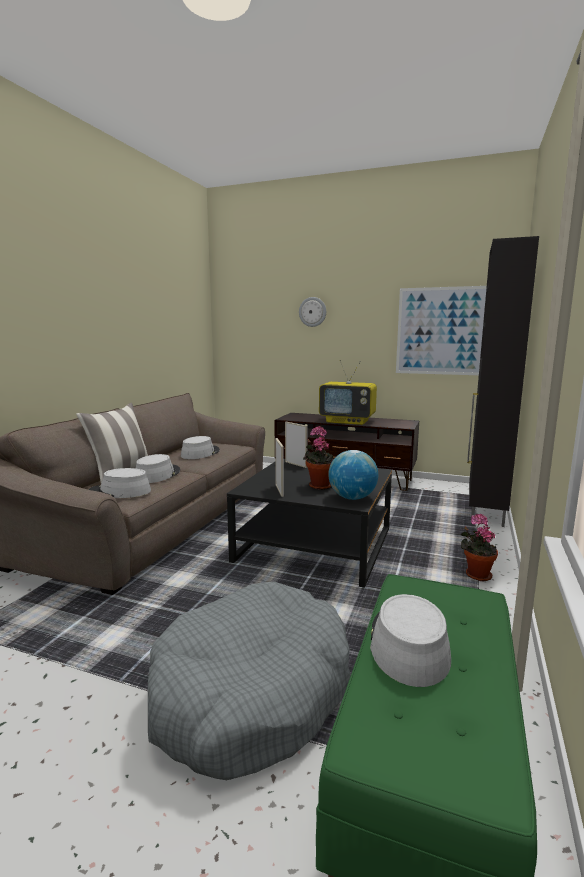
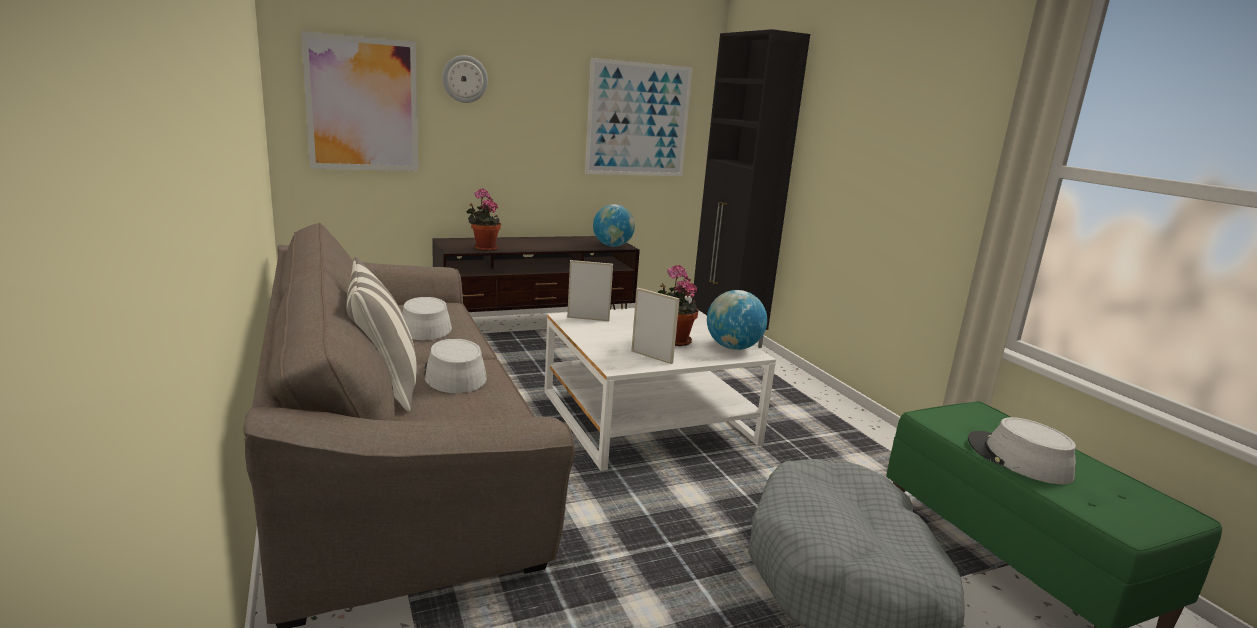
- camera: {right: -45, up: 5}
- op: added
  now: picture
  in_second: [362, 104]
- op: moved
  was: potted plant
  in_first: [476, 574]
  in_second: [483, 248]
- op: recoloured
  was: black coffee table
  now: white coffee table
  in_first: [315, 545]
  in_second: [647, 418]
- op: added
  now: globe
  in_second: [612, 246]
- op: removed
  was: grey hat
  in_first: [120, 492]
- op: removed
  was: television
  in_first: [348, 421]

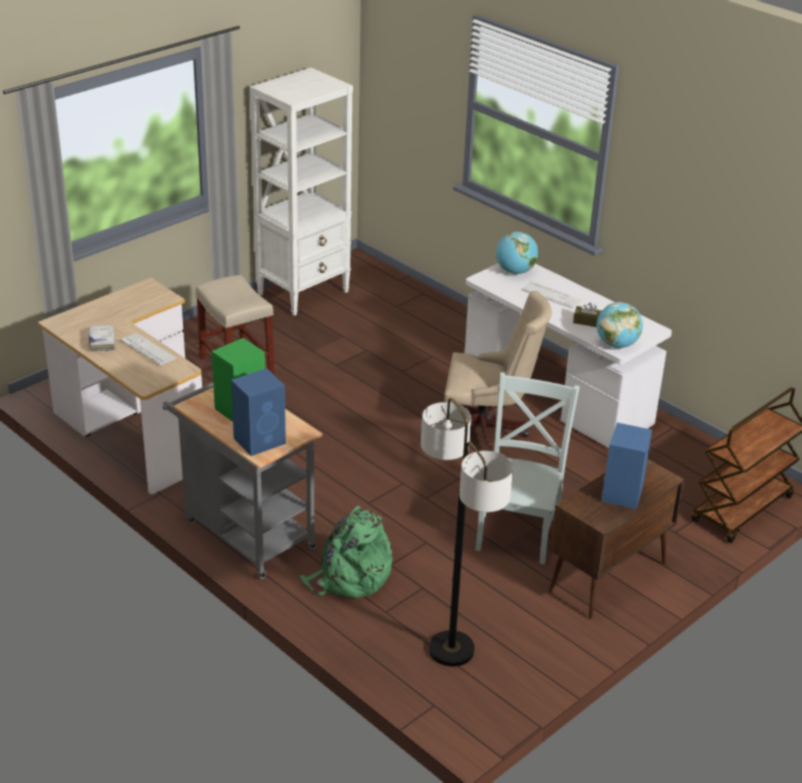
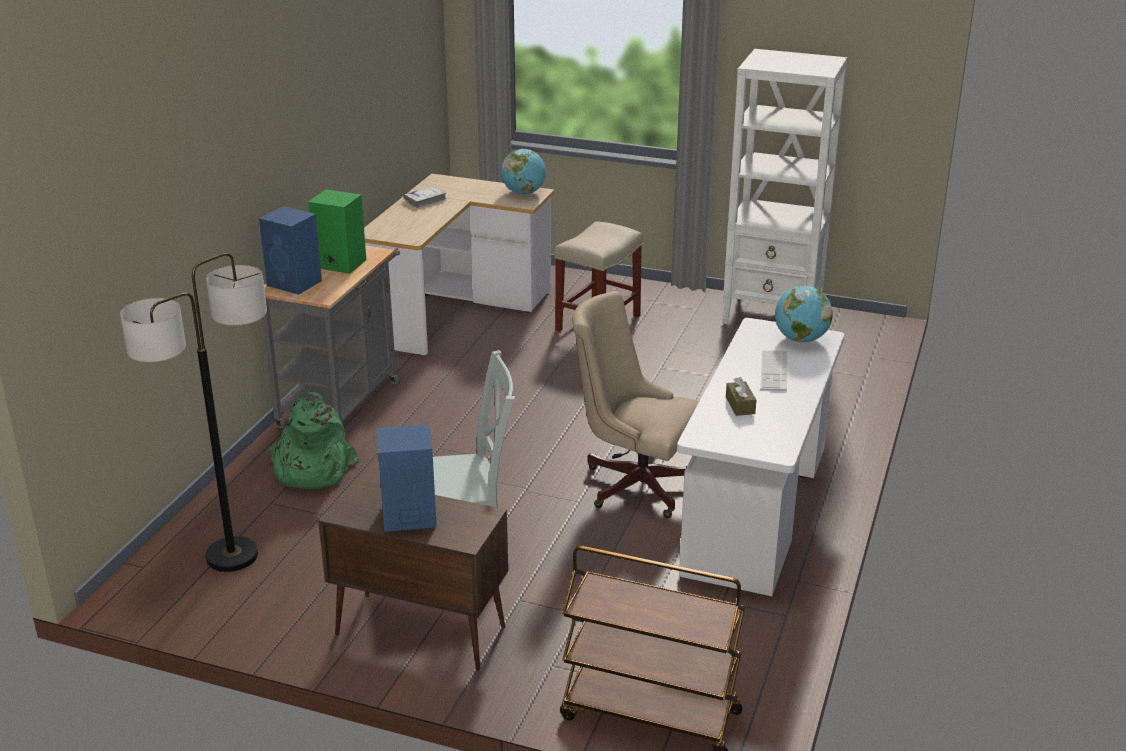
- camera: {right: 65, up: -5}
- op: moved
  was: globe
  in_first: [616, 344]
  in_second: [524, 193]
- op: turned
  was: beige office chair
  in_first: [487, 430]
  in_second: [634, 483]
  clockwise: 135
- op: removed
  was: keyboard
  in_first: [148, 350]

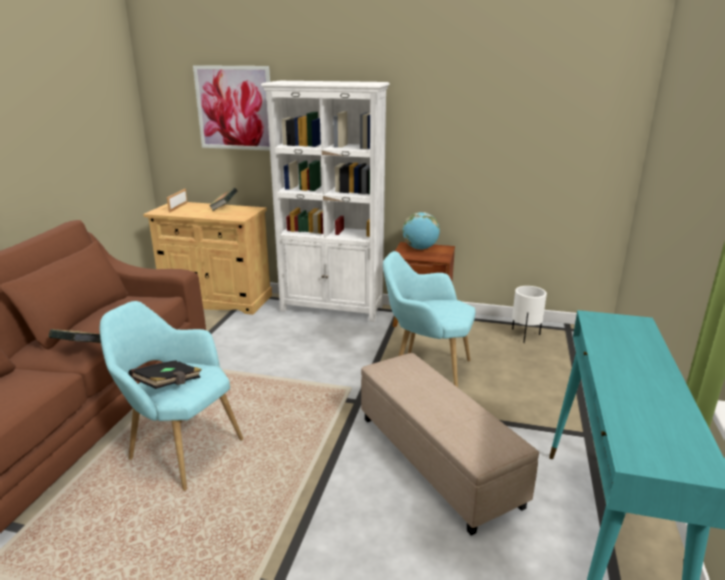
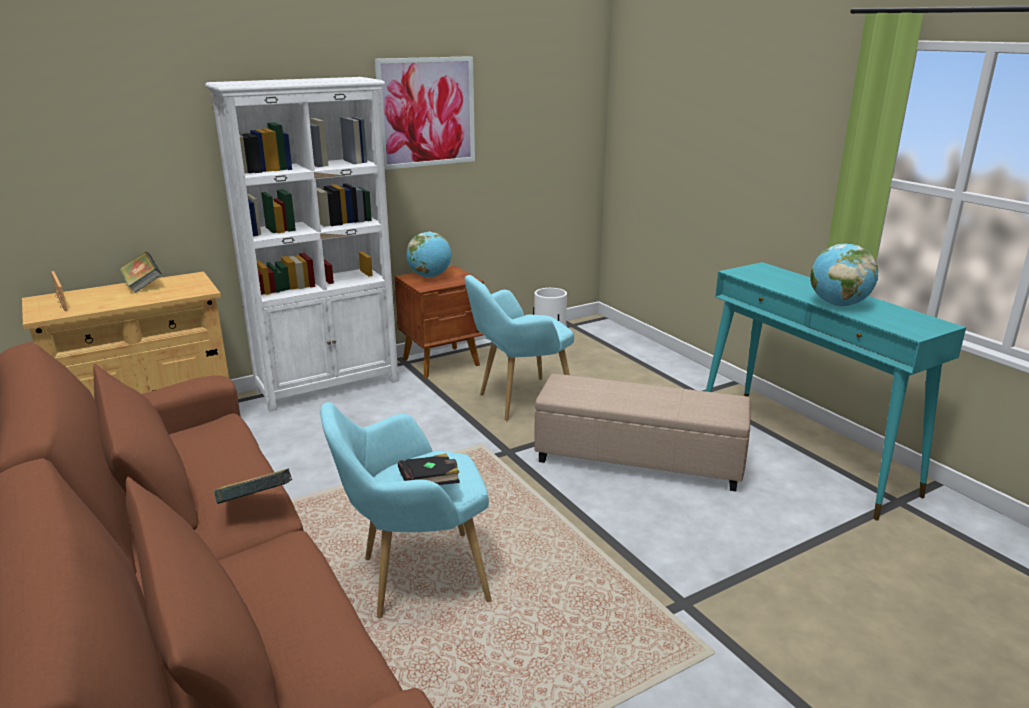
- camera: {right: -45, up: 0}
- op: moved
  was: picture
  in_first: [234, 108]
  in_second: [426, 112]
- op: added
  now: globe
  in_second: [838, 304]

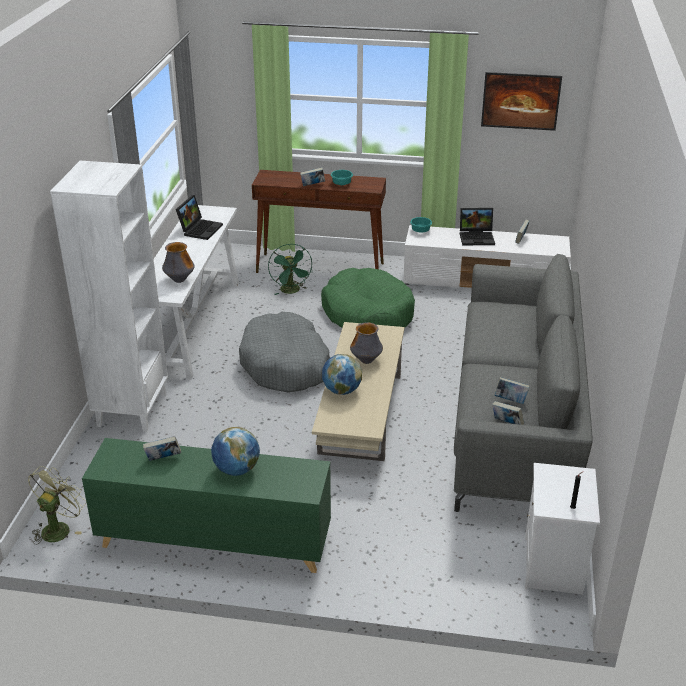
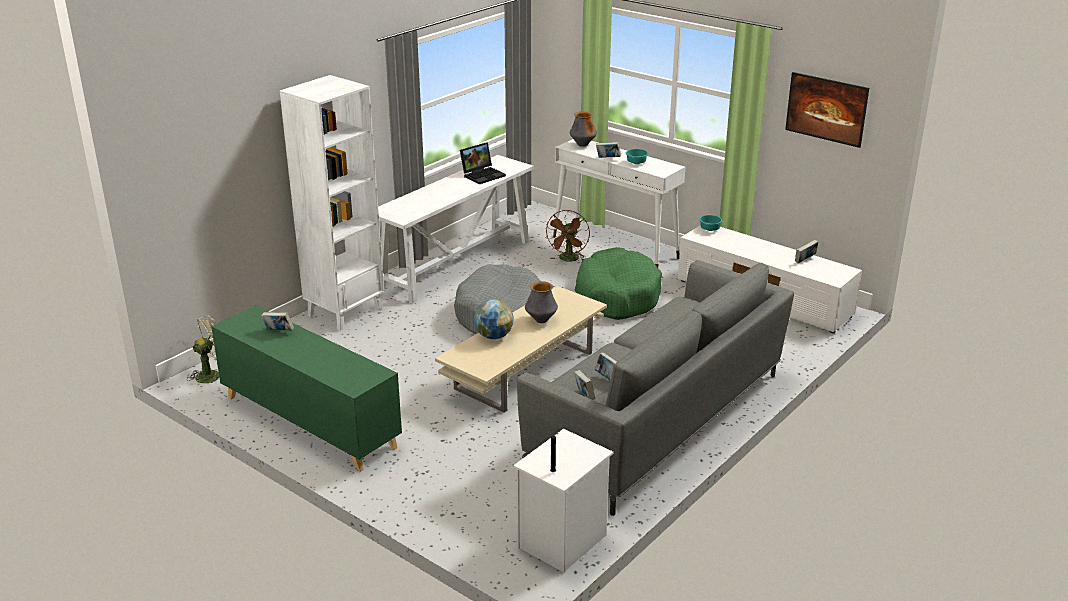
- camera: {right: 30, up: -5}
- op: recoloured
  was: green fan
  now: brown fan
  in_first: [292, 291]
  in_second: [568, 260]
- op: recoloured
  was: brown console table
  now: white console table
  in_first: [321, 268]
  in_second: [615, 247]
- op: moved
  was: vase
  in_first: [179, 280]
  in_second: [582, 145]
- op: removed
  was: globe
  in_first: [236, 469]
- op: removed
  was: laptop
  in_first: [477, 237]

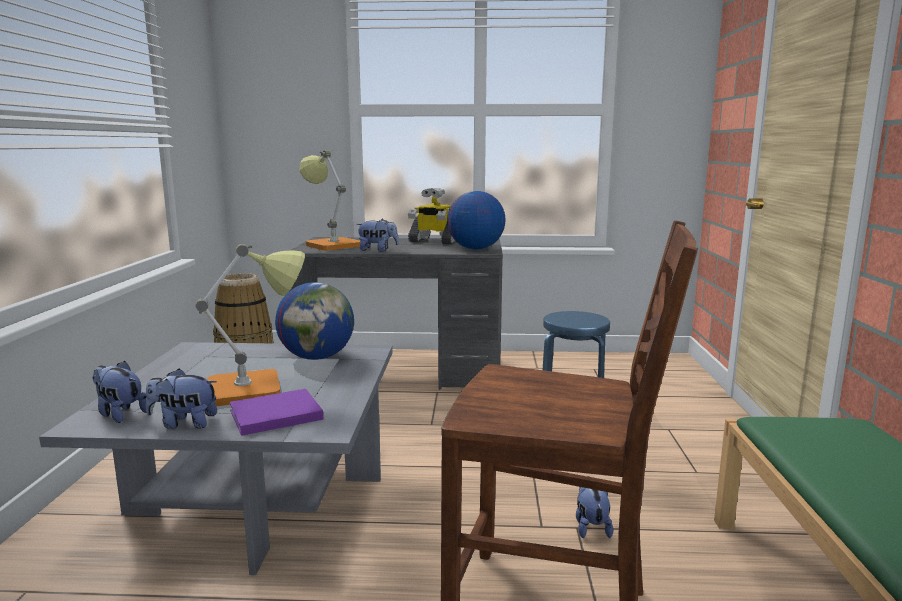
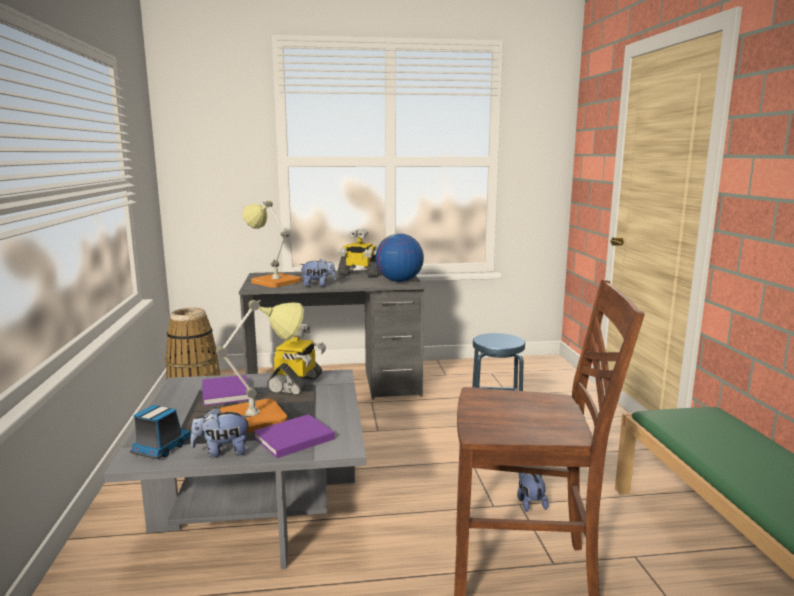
- camera: {right: -10, up: 0}
- op: replaced
  was: plush toy
  now: toy truck
  in_first: [120, 414]
  in_second: [161, 448]
- op: added
  now: purple book
  in_second: [226, 393]
- op: replaced
  was: globe
  now: toy robot
  in_first: [317, 357]
  in_second: [297, 384]

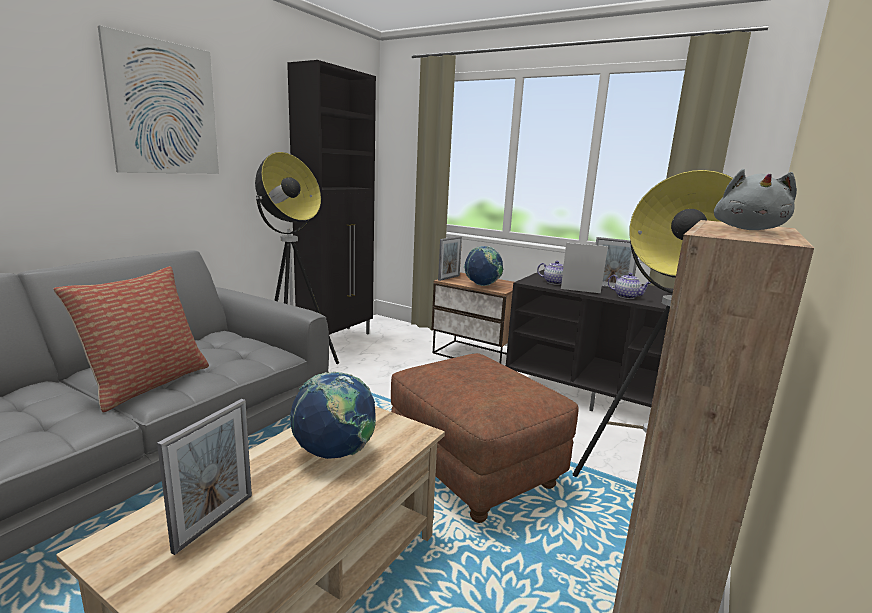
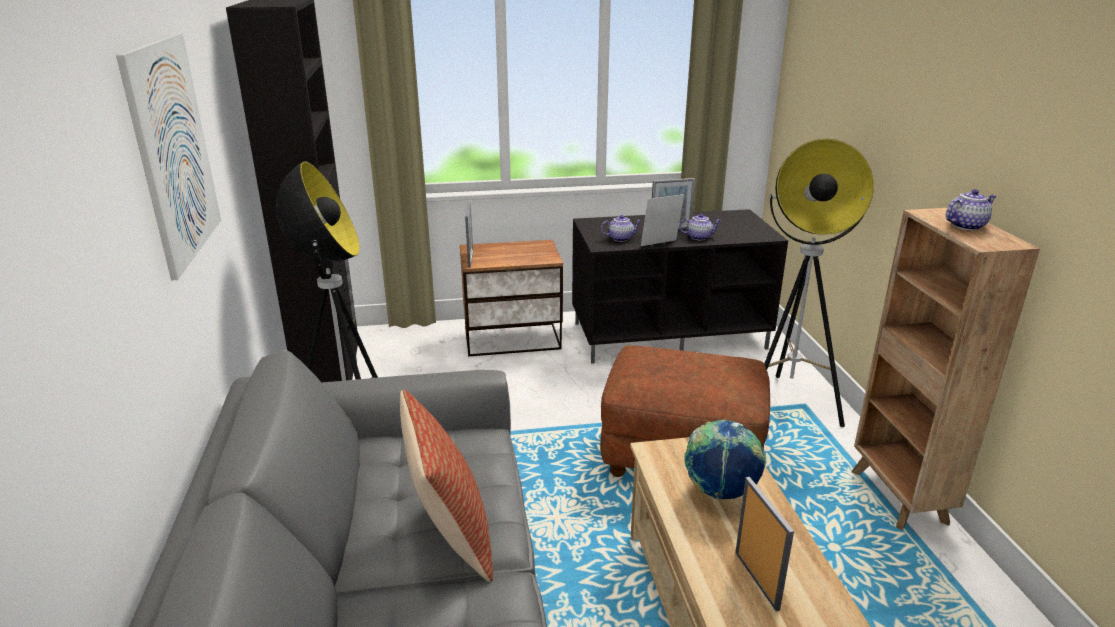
- camera: {right: -40, up: 10}
- op: replaced
  was: grey plush toy
  now: teapot
  in_first: [748, 229]
  in_second: [966, 226]
- op: removed
  was: globe
  in_first: [482, 285]

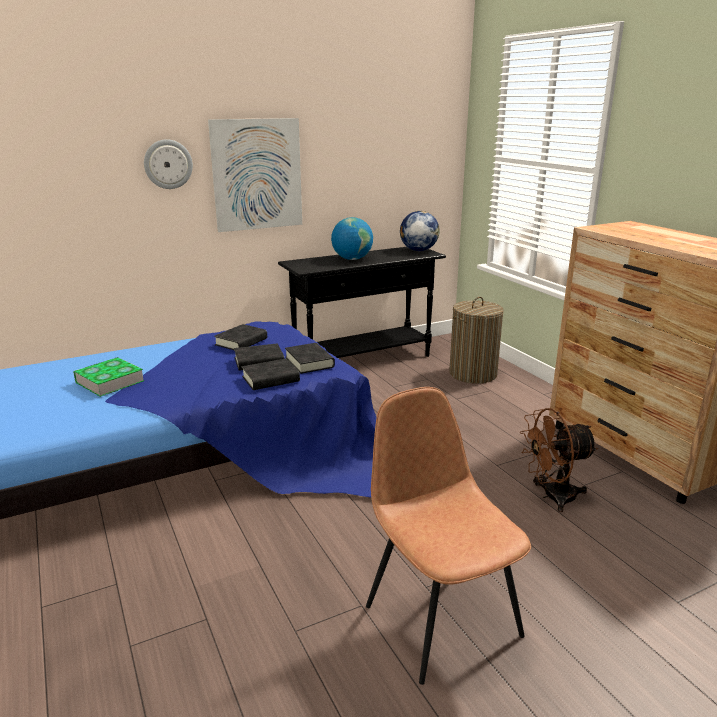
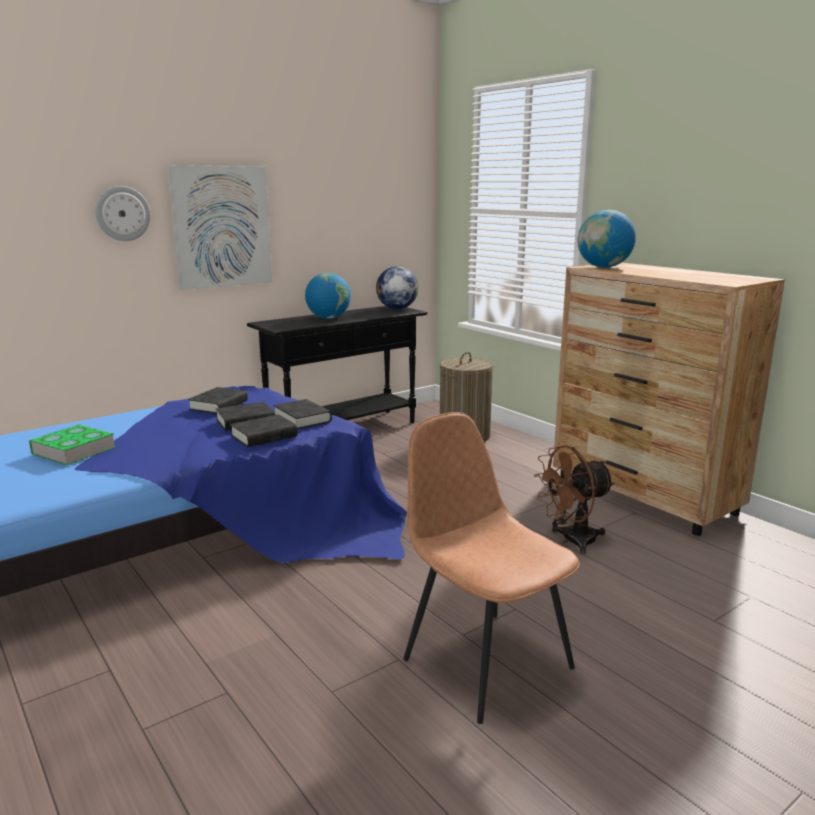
- camera: {right: -10, up: -5}
- op: added
  now: globe
  in_second: [604, 267]

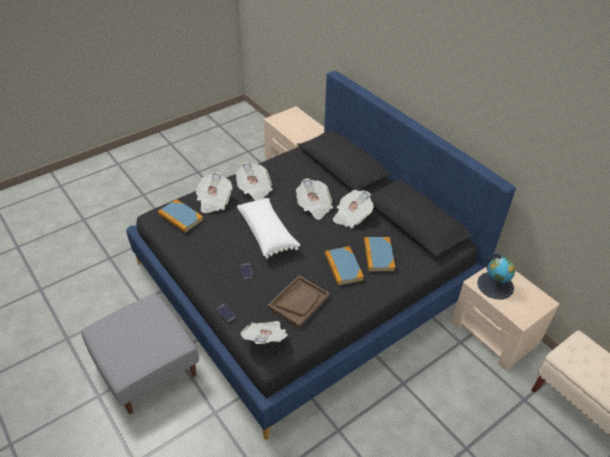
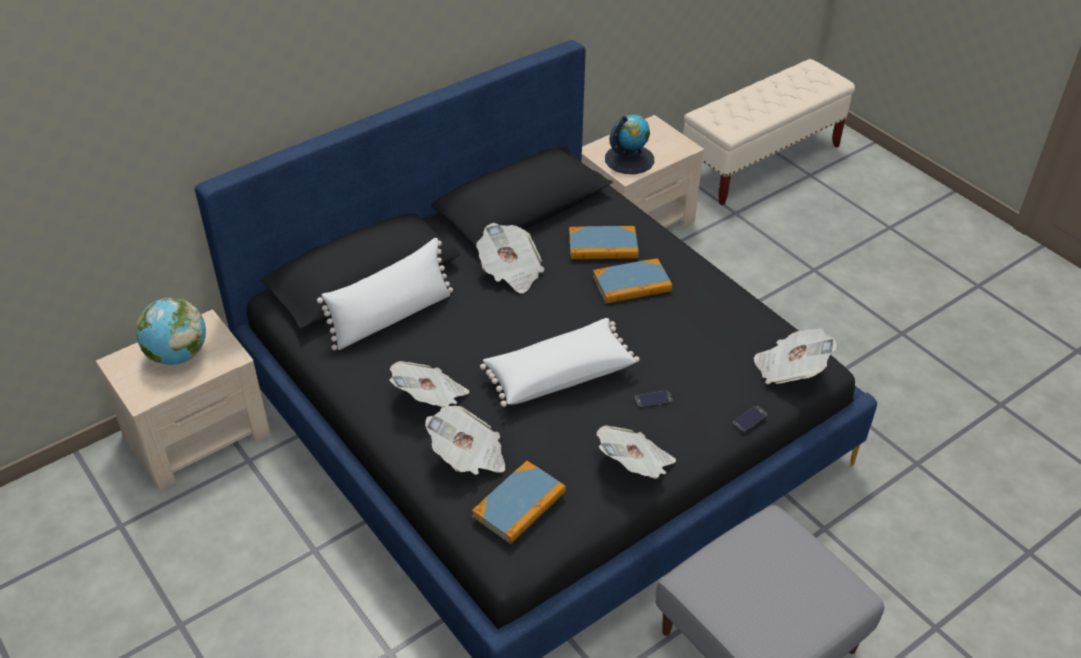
- camera: {right: -90, up: 0}
- op: added
  now: globe
  in_second: [177, 355]
- op: added
  now: white pillow
  in_second: [391, 317]
- op: moved
  was: newspaper
  in_first: [314, 206]
  in_second: [635, 465]
- op: removed
  was: brown tray
  in_first: [299, 302]

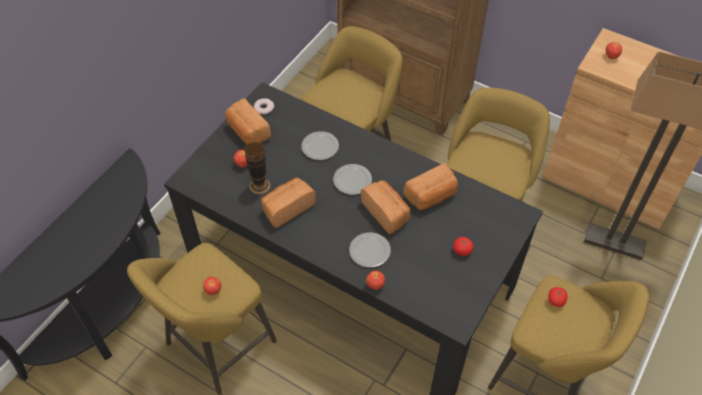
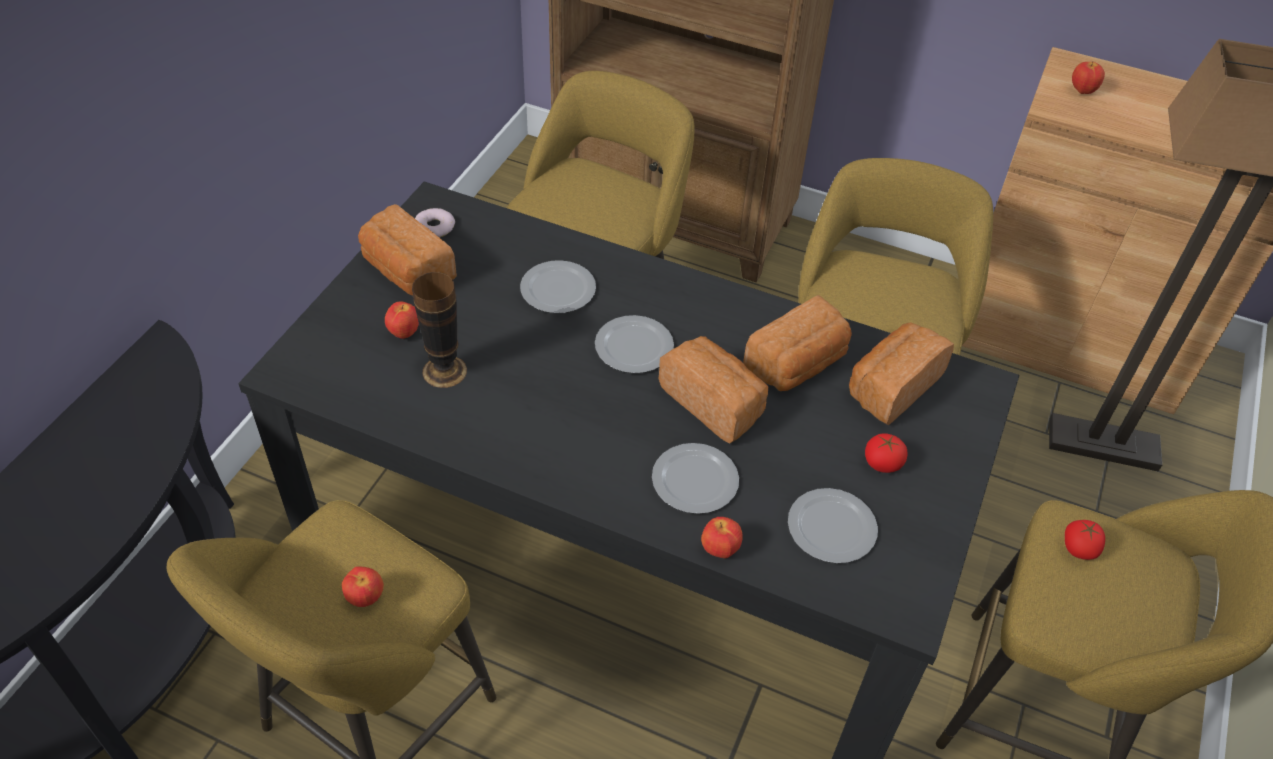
- camera: {right: -10, up: -5}
- op: added
  now: plate
  in_second: [830, 527]
- op: moved
  was: bread
  in_first: [287, 208]
  in_second: [891, 387]

